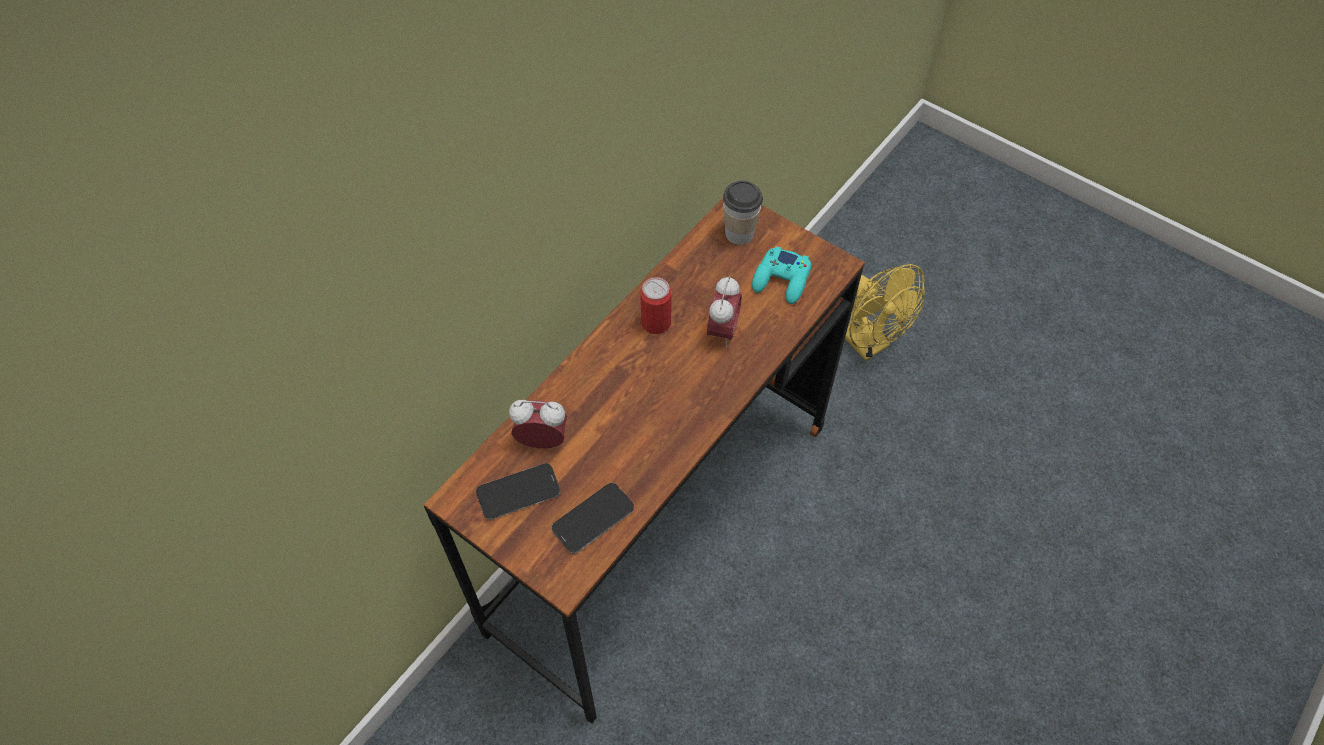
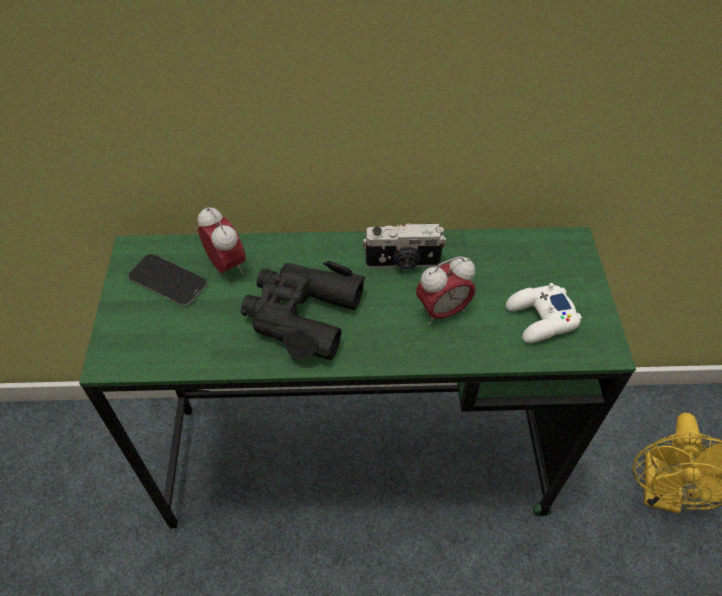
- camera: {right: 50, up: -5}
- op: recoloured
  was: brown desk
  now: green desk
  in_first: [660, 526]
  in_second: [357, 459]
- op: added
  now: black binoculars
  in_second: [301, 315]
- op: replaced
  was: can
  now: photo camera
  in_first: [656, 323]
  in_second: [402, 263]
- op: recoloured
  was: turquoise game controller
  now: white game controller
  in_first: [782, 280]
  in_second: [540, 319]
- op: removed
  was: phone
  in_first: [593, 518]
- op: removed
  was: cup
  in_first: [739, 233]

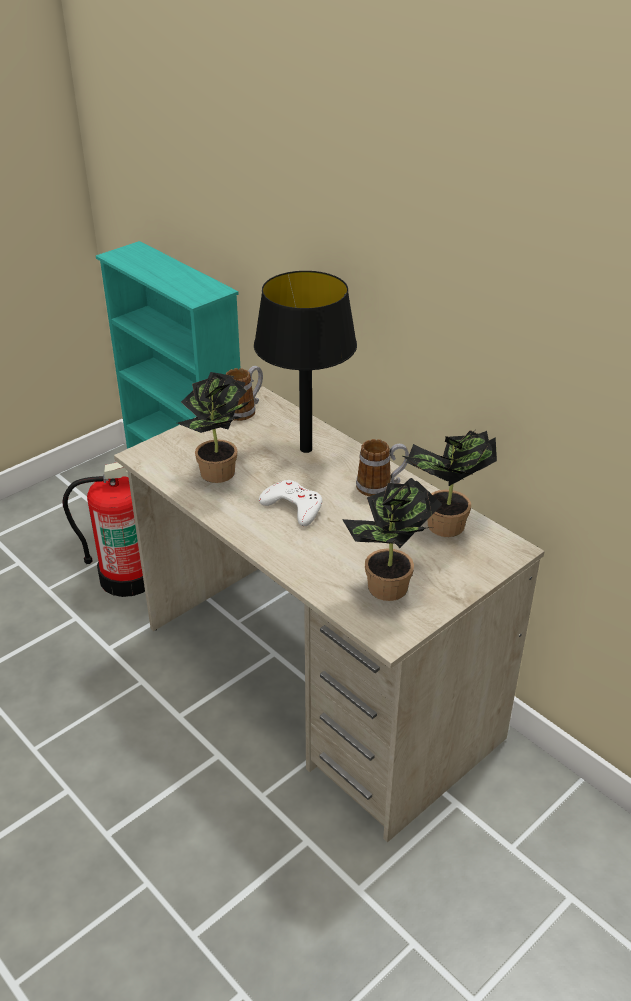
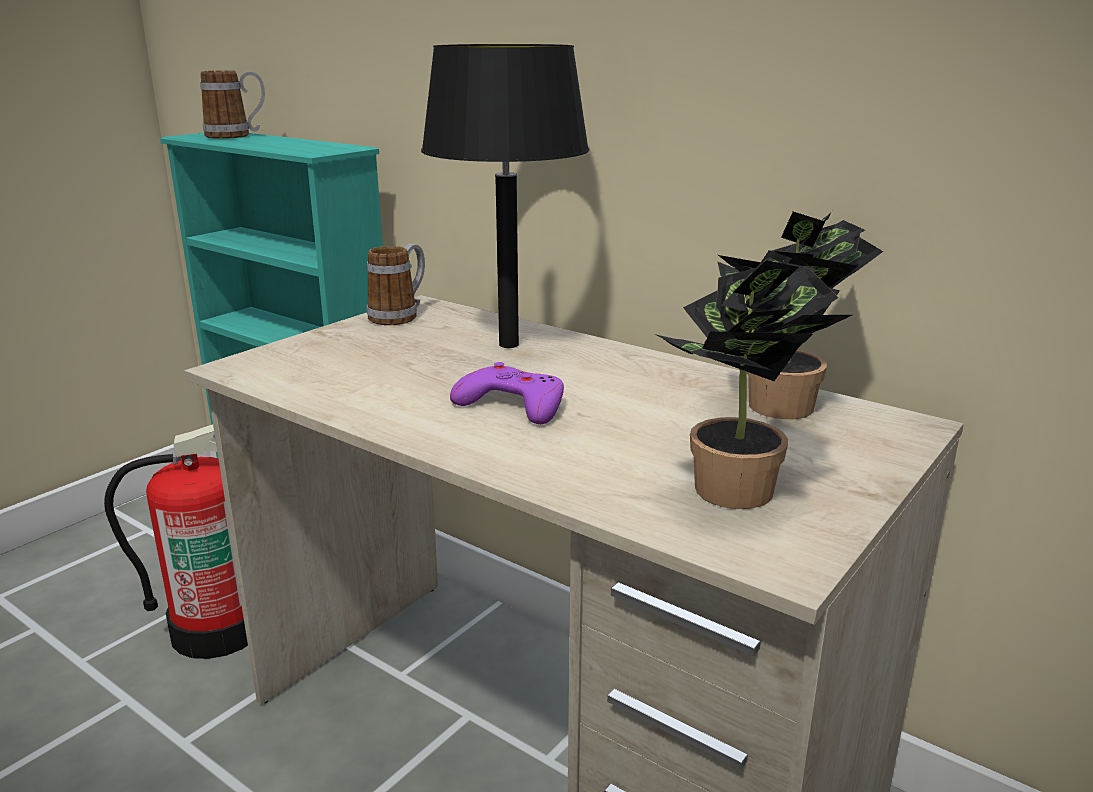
- camera: {right: -10, up: -15}
- op: moved
  was: mug
  in_first: [381, 486]
  in_second: [237, 135]
- op: recoloured
  was: white game controller
  now: purple game controller
  in_first: [293, 507]
  in_second: [512, 404]
- op: removed
  was: potted plant
  in_first: [221, 475]

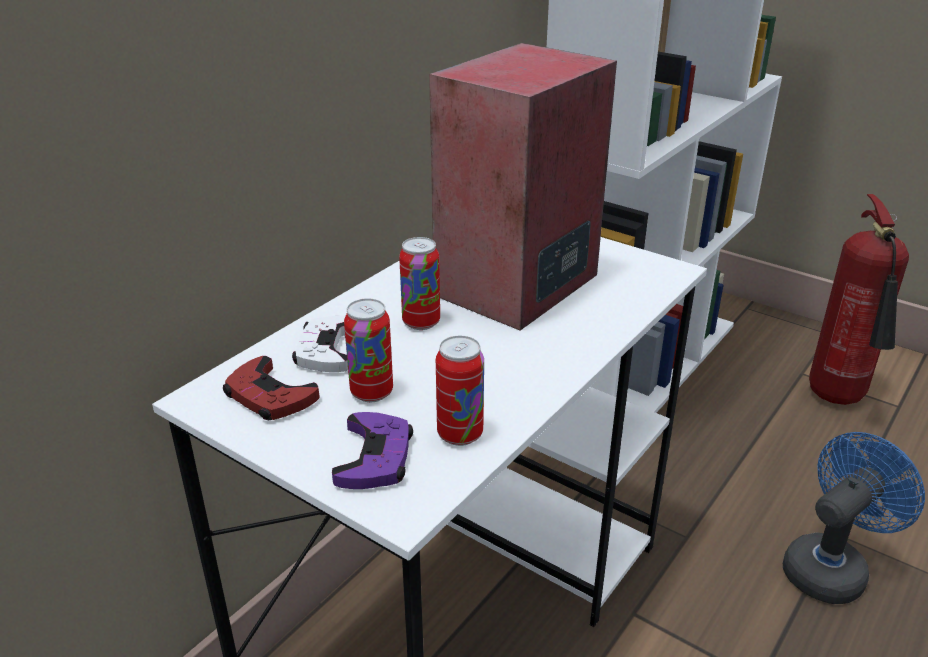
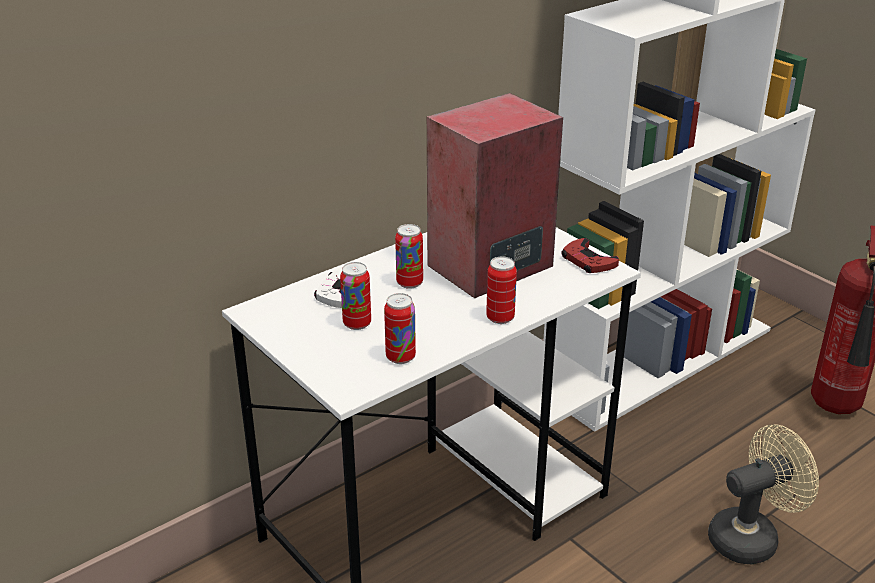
- camera: {right: 15, up: 0}
- op: added
  now: can
  in_second: [500, 318]
- op: moved
  was: red game controller
  in_first: [269, 396]
  in_second: [588, 261]
- op: recoloured
  was: blue fan
  now: beige fan
  in_first: [831, 567]
  in_second: [751, 537]
- op: removed
  was: purple game controller
  in_first: [375, 458]

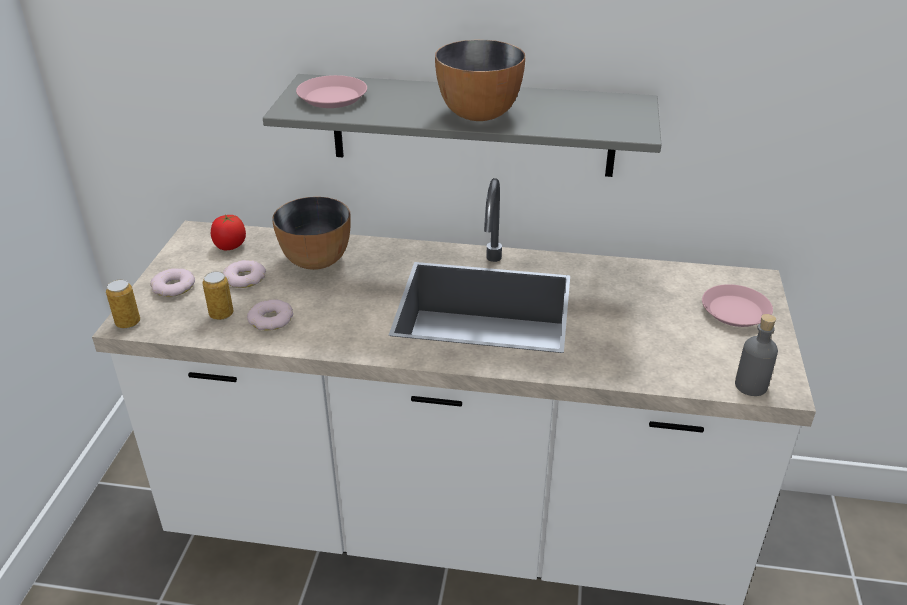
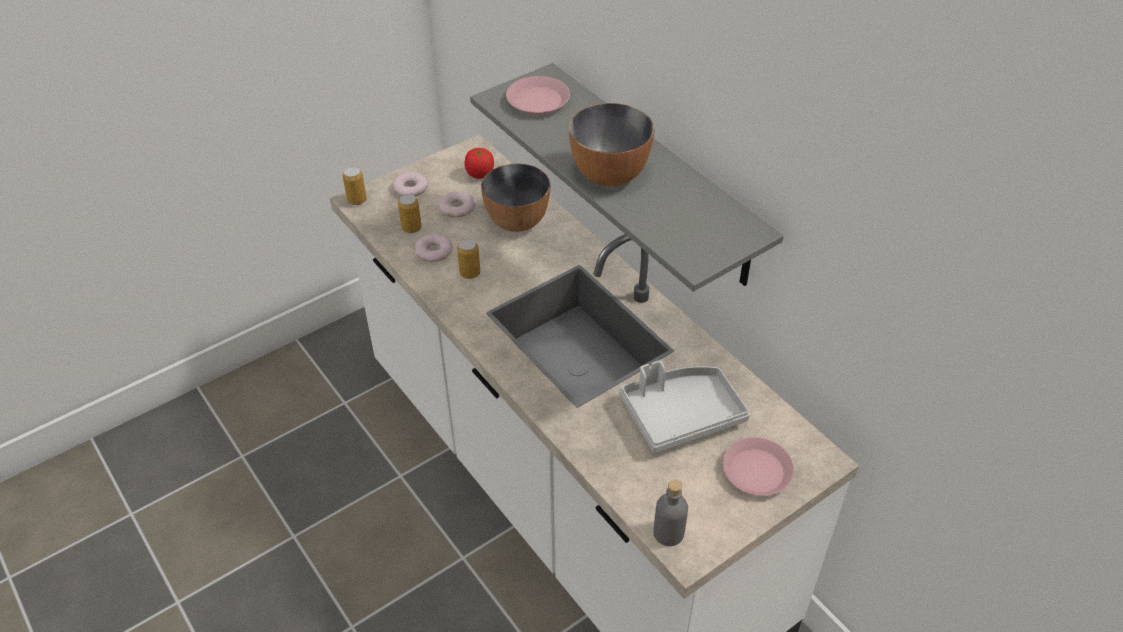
- camera: {right: 45, up: 10}
- op: added
  now: can
  in_second: [470, 273]
- op: added
  now: grey tray
  in_second: [681, 414]

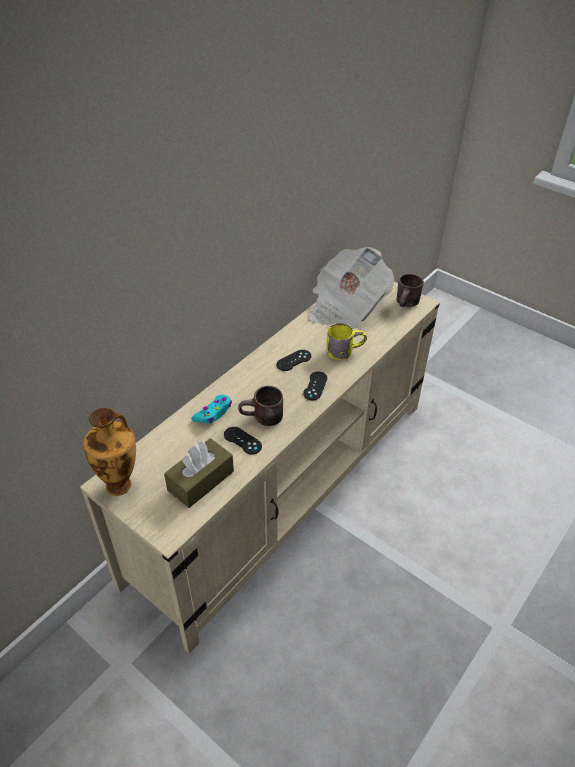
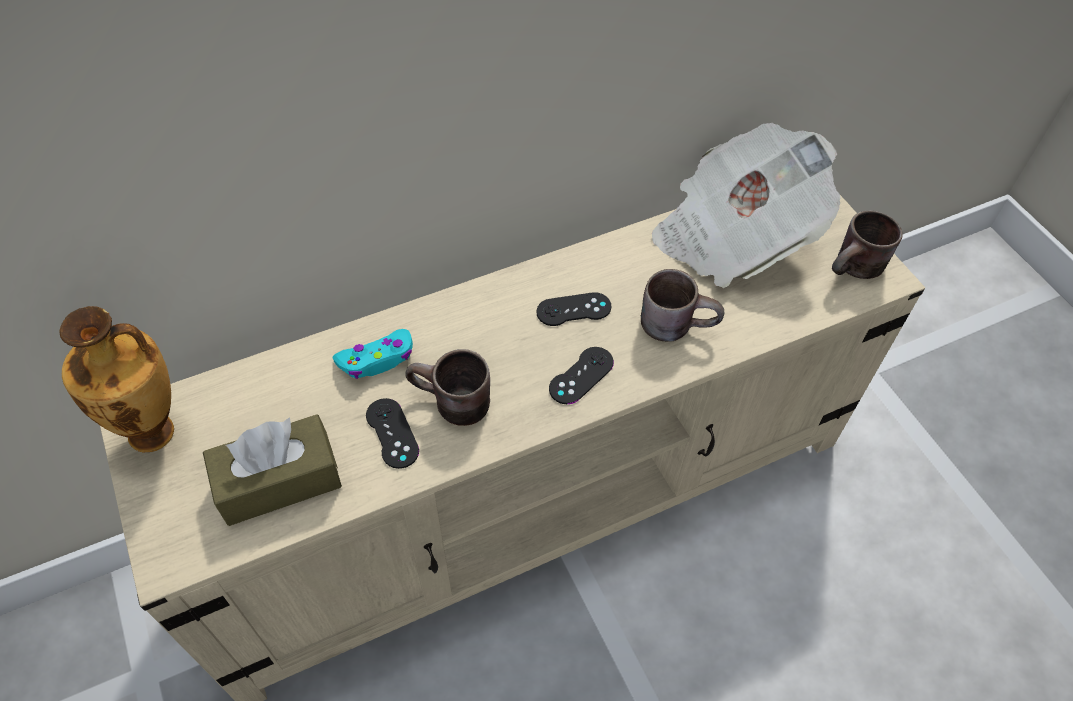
- camera: {right: 25, up: 10}
- op: recoloured
  was: yellow mug
  now: brown mug
  in_first: [343, 350]
  in_second: [676, 322]

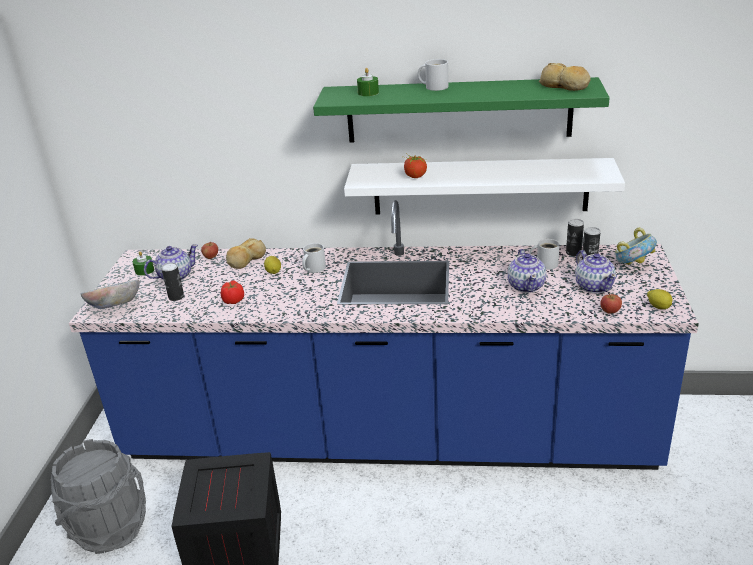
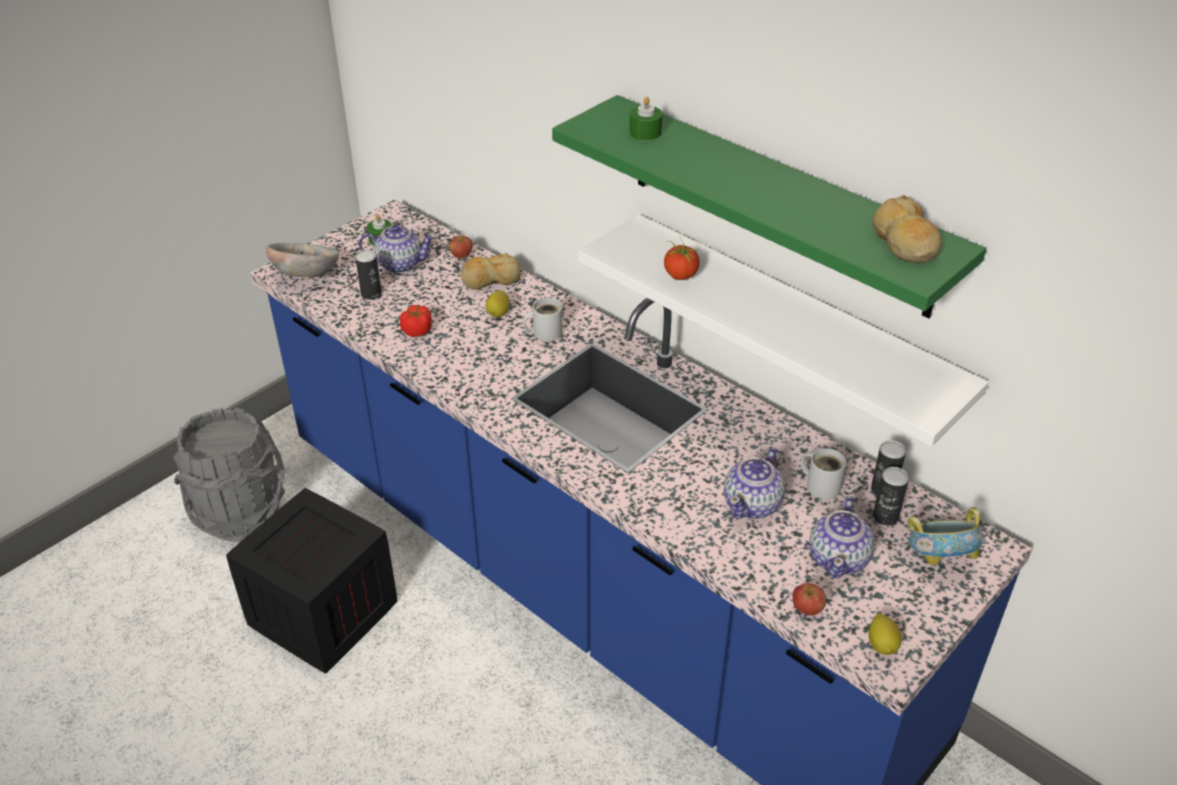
- camera: {right: 35, up: 10}
- op: removed
  was: white mug
  in_first: [434, 87]

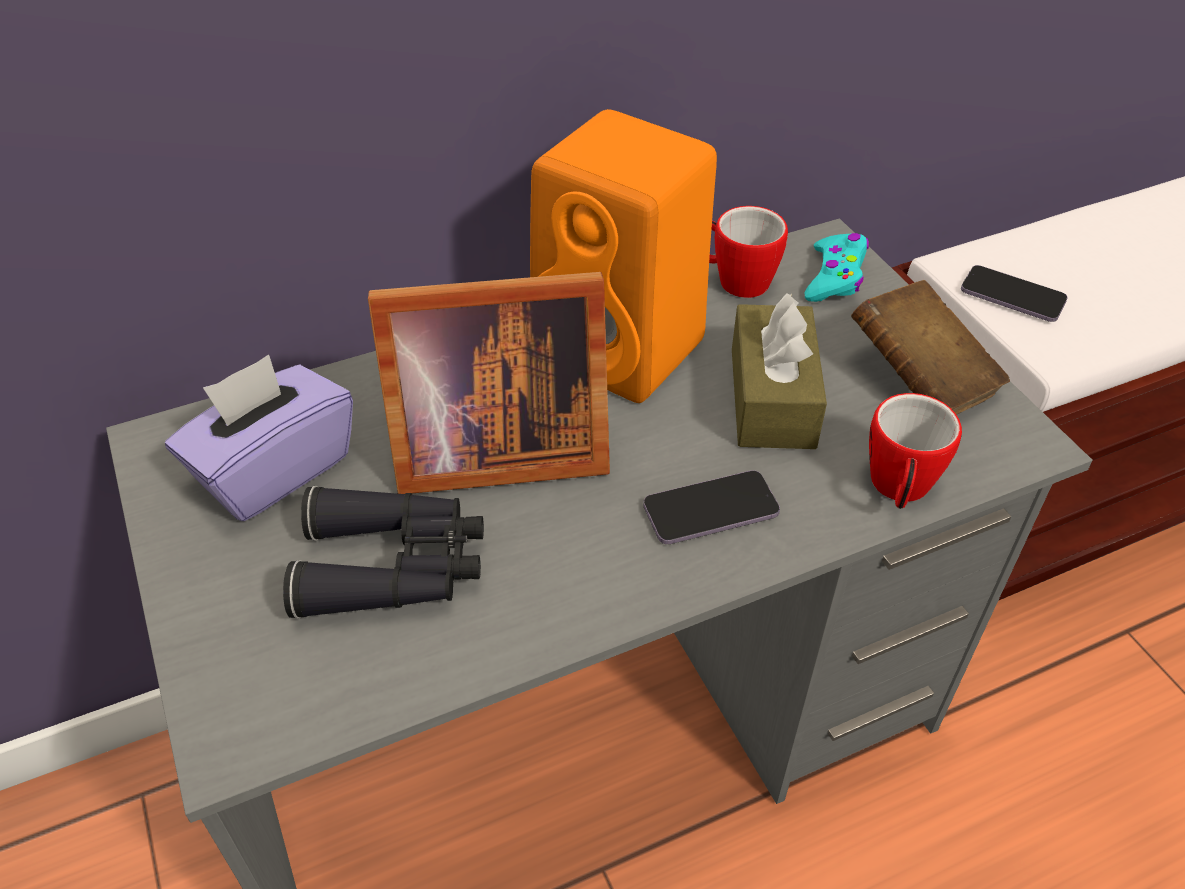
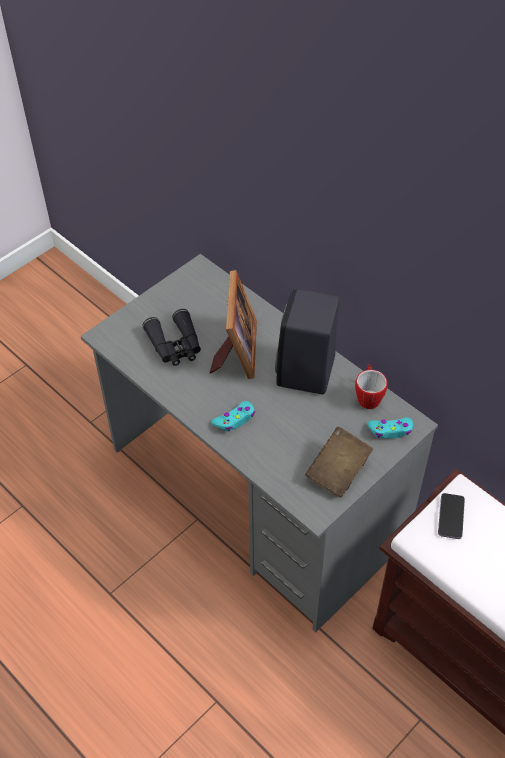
- camera: {right: 70, up: 5}
- op: turned
  was: picture frame
  in_first: [492, 449]
  in_second: [236, 352]
  clockwise: -150
- op: replaced
  was: phone
  now: turquoise game controller
  in_first: [710, 510]
  in_second: [235, 420]
- op: recoloured
  was: orange speaker
  now: black speaker
  in_first: [624, 349]
  in_second: [306, 373]
- op: removed
  was: purple tissue box
  in_first: [273, 469]
- op: removed
  was: brown tissue box
  in_first: [772, 397]
- op: removed
  was: mug
  in_first: [898, 490]

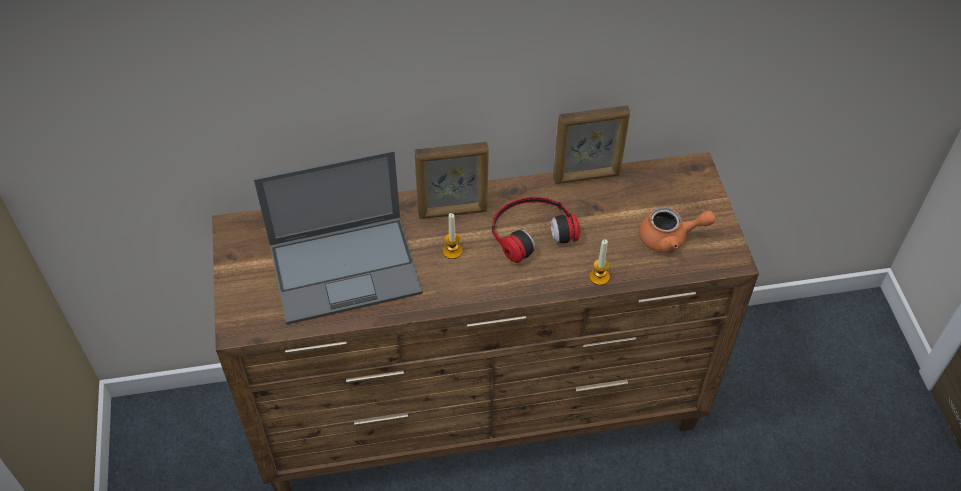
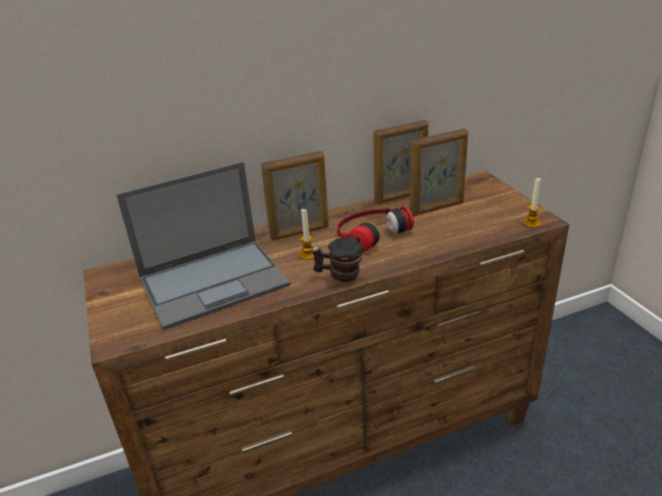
- camera: {right: -10, up: -20}
- op: added
  now: mug
  in_second: [339, 275]
- op: added
  now: picture frame
  in_second: [437, 208]
- op: moved
  was: candle
  in_first: [599, 277]
  in_second: [531, 223]
- op: removed
  was: orange teapot
  in_first: [670, 238]

